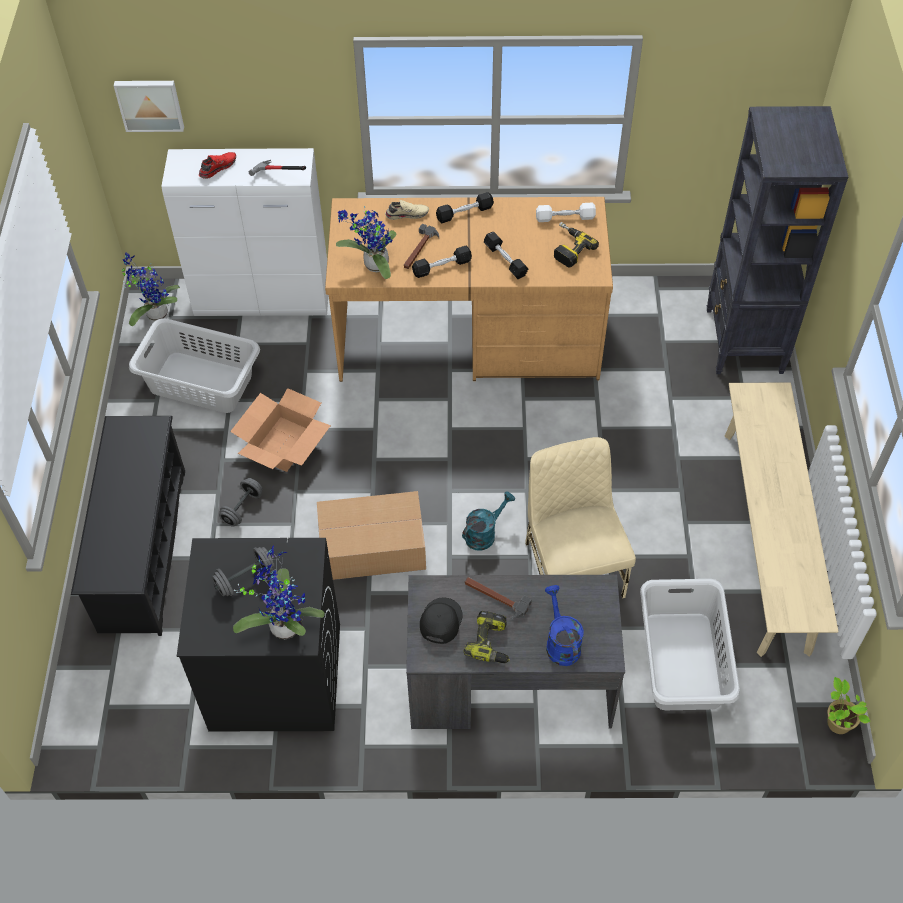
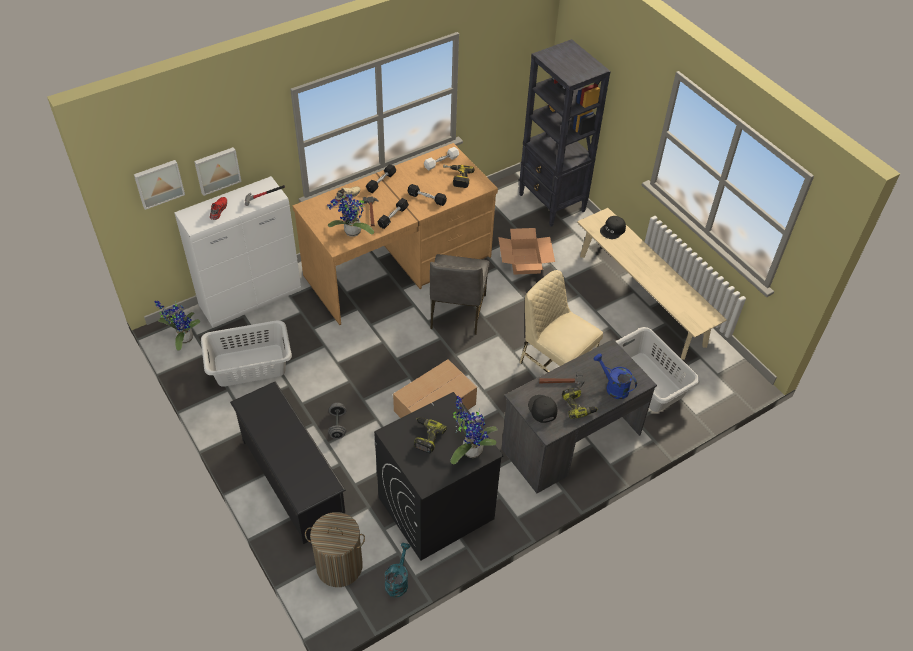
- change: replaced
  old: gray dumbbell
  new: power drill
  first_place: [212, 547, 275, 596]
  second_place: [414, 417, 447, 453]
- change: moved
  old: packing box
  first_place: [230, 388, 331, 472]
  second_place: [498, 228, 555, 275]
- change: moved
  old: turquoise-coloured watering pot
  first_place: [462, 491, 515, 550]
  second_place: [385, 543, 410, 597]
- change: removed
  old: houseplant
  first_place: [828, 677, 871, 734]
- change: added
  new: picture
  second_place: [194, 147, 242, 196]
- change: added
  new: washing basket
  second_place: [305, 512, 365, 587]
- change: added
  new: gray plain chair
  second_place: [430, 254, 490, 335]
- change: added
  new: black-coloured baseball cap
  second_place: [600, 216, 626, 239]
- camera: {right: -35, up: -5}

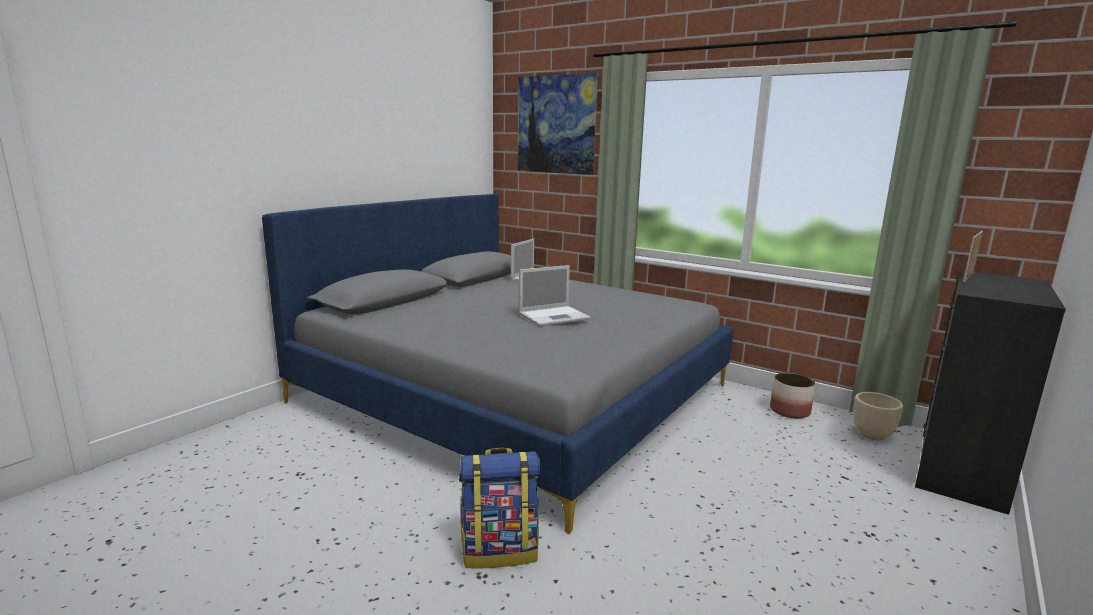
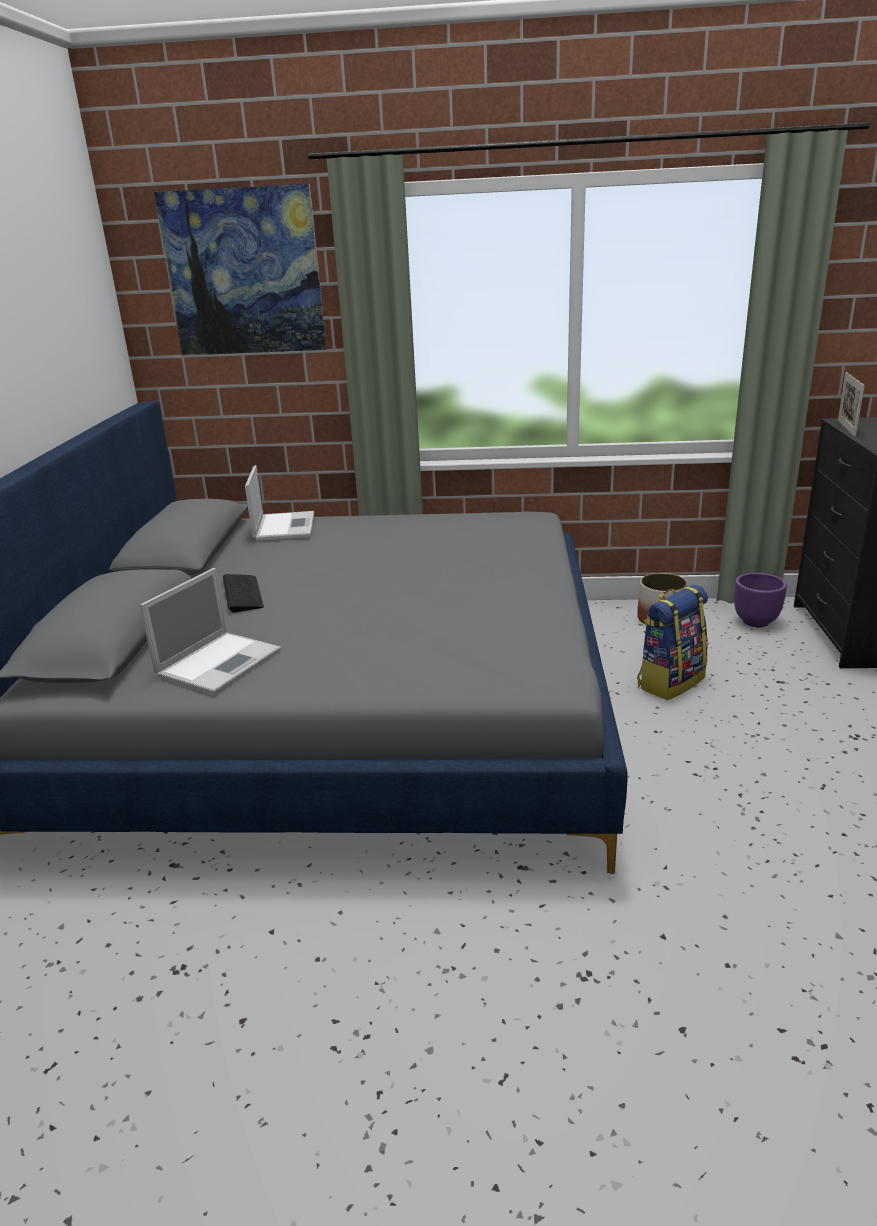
- change: moved
  old: backpack
  first_place: [459, 448, 540, 569]
  second_place: [637, 585, 708, 700]
- change: moved
  old: laptop
  first_place: [519, 265, 591, 326]
  second_place: [140, 568, 281, 695]
- change: recoloured
  old: beige planter
  new: purple-coloured planter
  first_place: [853, 392, 903, 441]
  second_place: [734, 573, 787, 627]
- change: added
  new: computer keyboard
  second_place: [223, 574, 264, 613]
- camera: {right: -30, up: 10}

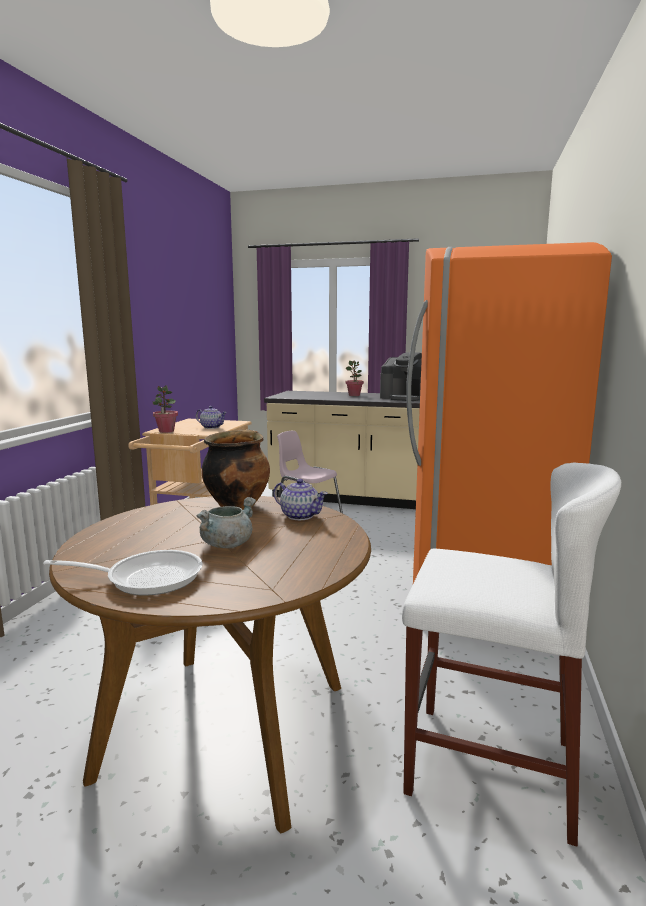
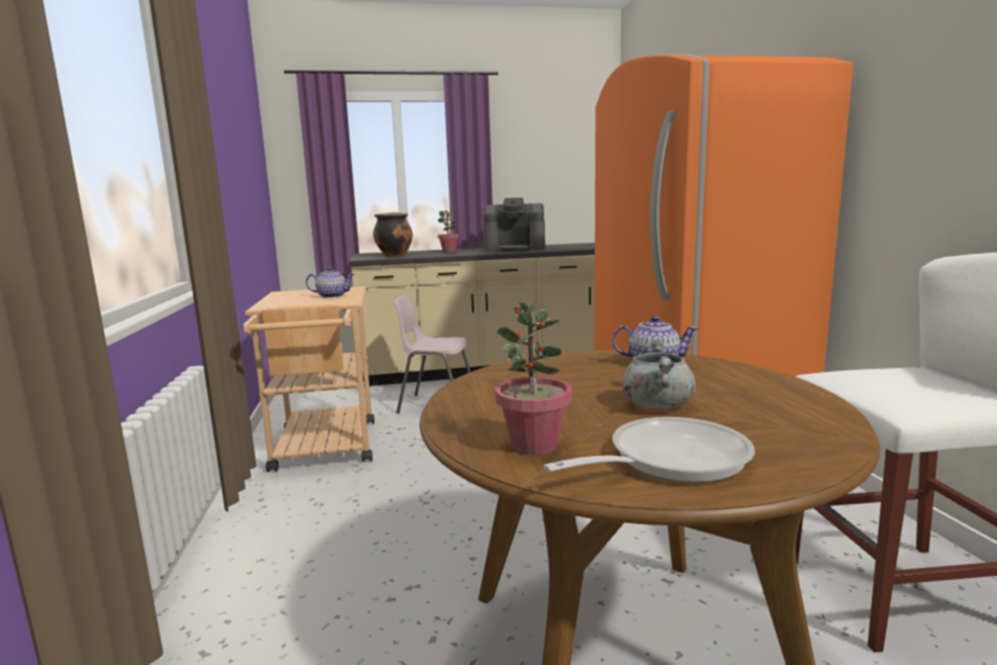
- change: moved
  old: houseplant
  first_place: [153, 385, 178, 433]
  second_place: [495, 302, 572, 455]
- change: moved
  old: saucepot
  first_place: [201, 429, 270, 510]
  second_place: [373, 212, 413, 257]
- camera: {right: -25, up: 0}

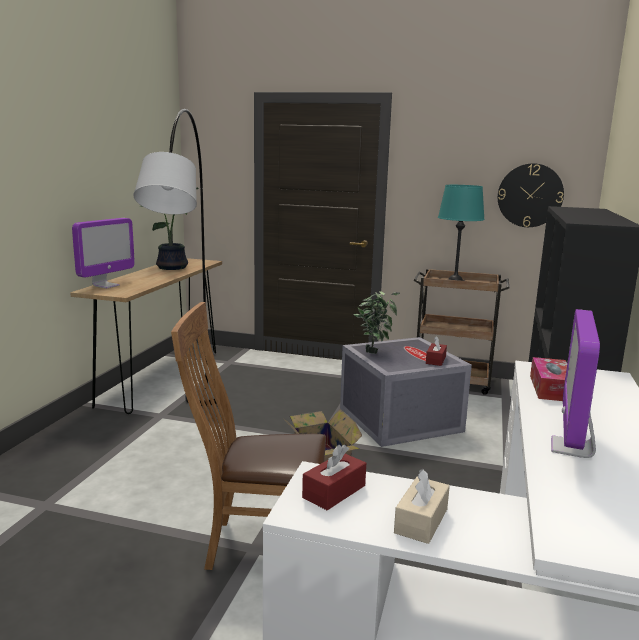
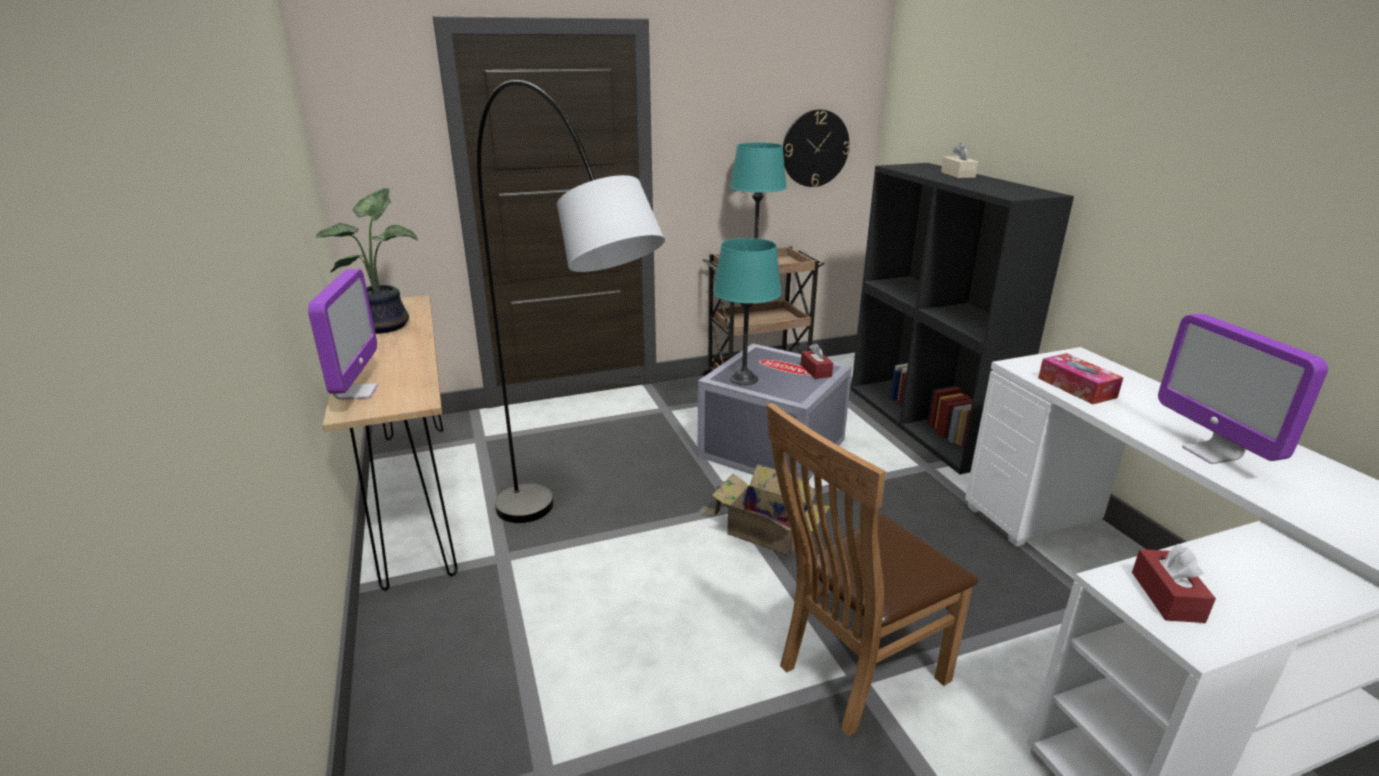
- change: replaced
  old: houseplant
  new: turquoise-coloured tabletop lamp
  first_place: [354, 291, 400, 354]
  second_place: [713, 238, 782, 385]
- change: moved
  old: beige tissue box
  first_place: [394, 469, 450, 544]
  second_place: [941, 143, 978, 178]
- camera: {right: -35, up: 10}

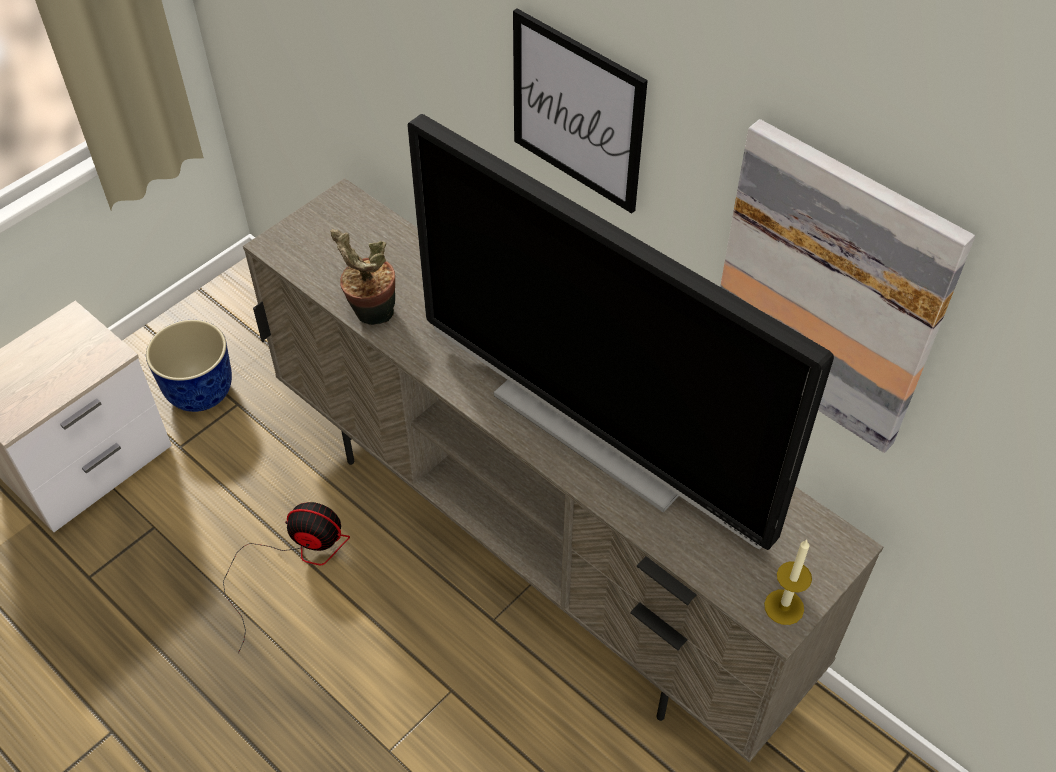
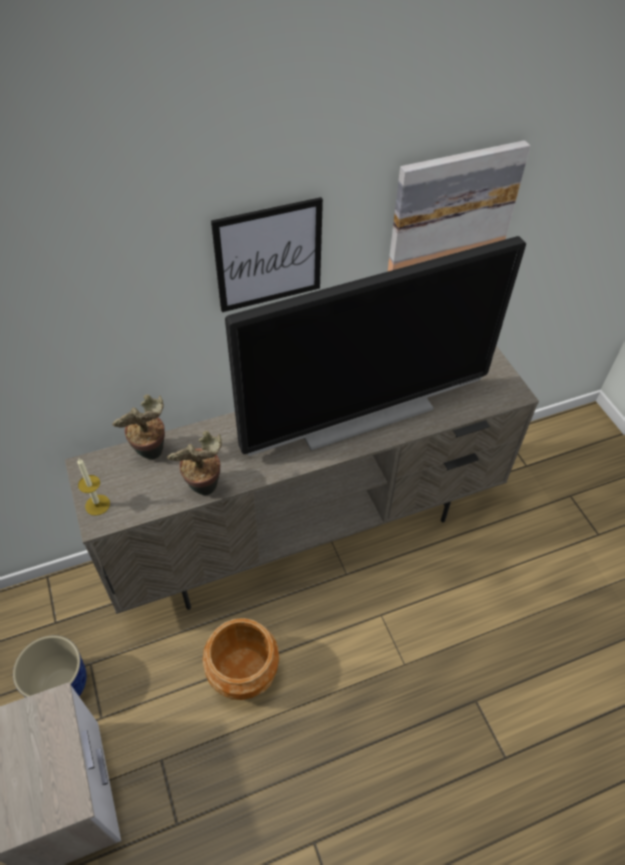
- change: replaced
  old: fan
  new: brownish planter
  first_place: [223, 502, 350, 654]
  second_place: [203, 618, 279, 700]
- change: moved
  old: wax light
  first_place: [764, 540, 812, 625]
  second_place: [77, 458, 110, 516]
- change: added
  new: houseplant
  second_place: [112, 394, 165, 459]
- camera: {right: -65, up: 0}

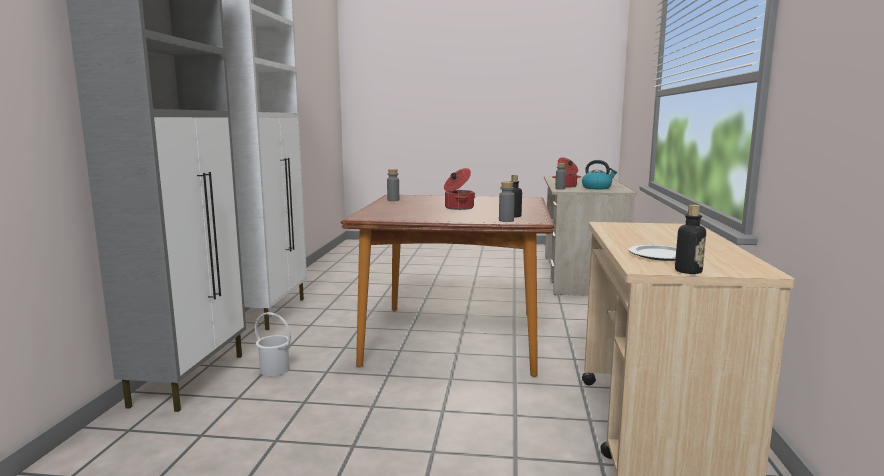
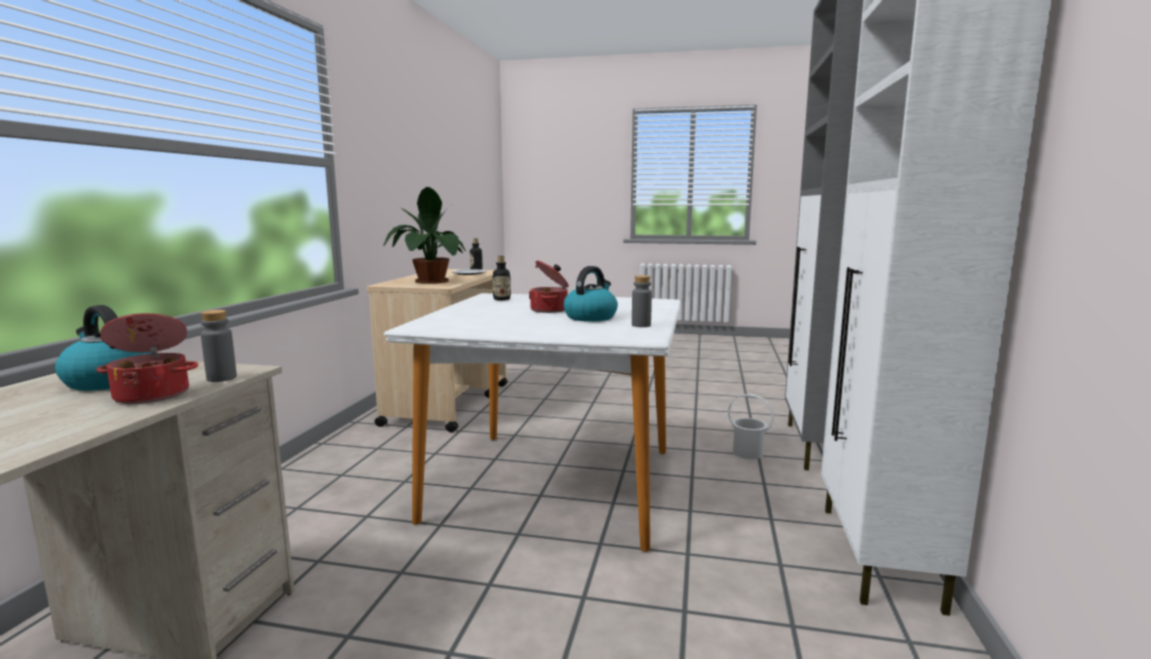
- change: recoloured
  old: brownish dining table
  new: white dining table
  first_place: [340, 195, 554, 377]
  second_place: [384, 293, 681, 552]
- change: removed
  old: gray drink bottle
  first_place: [499, 182, 515, 222]
- change: added
  new: houseplant
  second_place: [383, 187, 466, 284]
- change: added
  new: water kettle
  second_place: [563, 266, 618, 322]
- camera: {right: -175, up: 0}

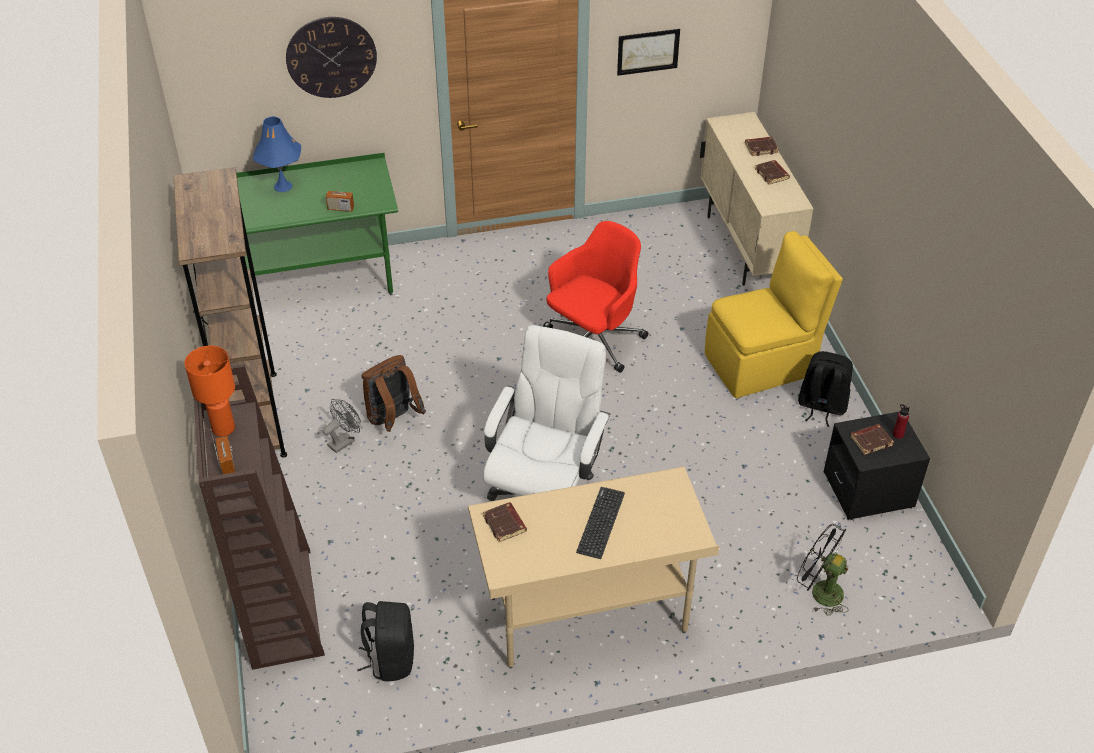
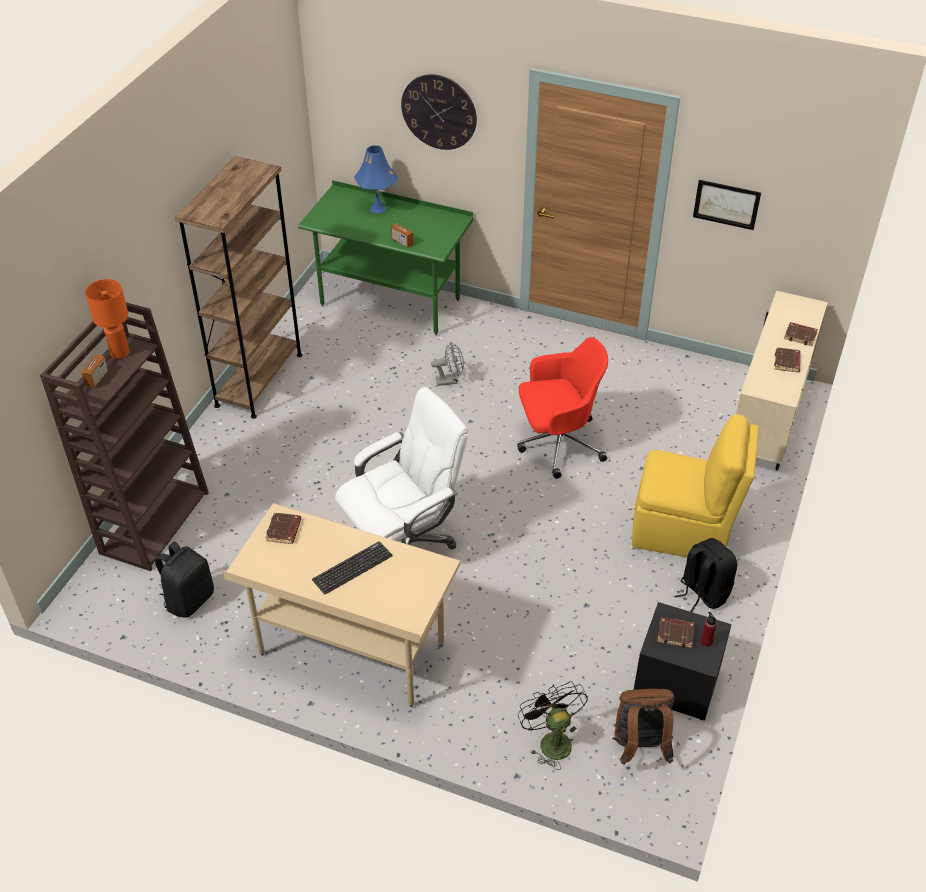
- change: moved
  old: gray fan
  first_place: [323, 399, 361, 453]
  second_place: [431, 342, 464, 386]
- change: moved
  old: brownish backpack
  first_place: [361, 355, 426, 432]
  second_place: [612, 689, 674, 765]
- camera: {right: 35, up: 0}

